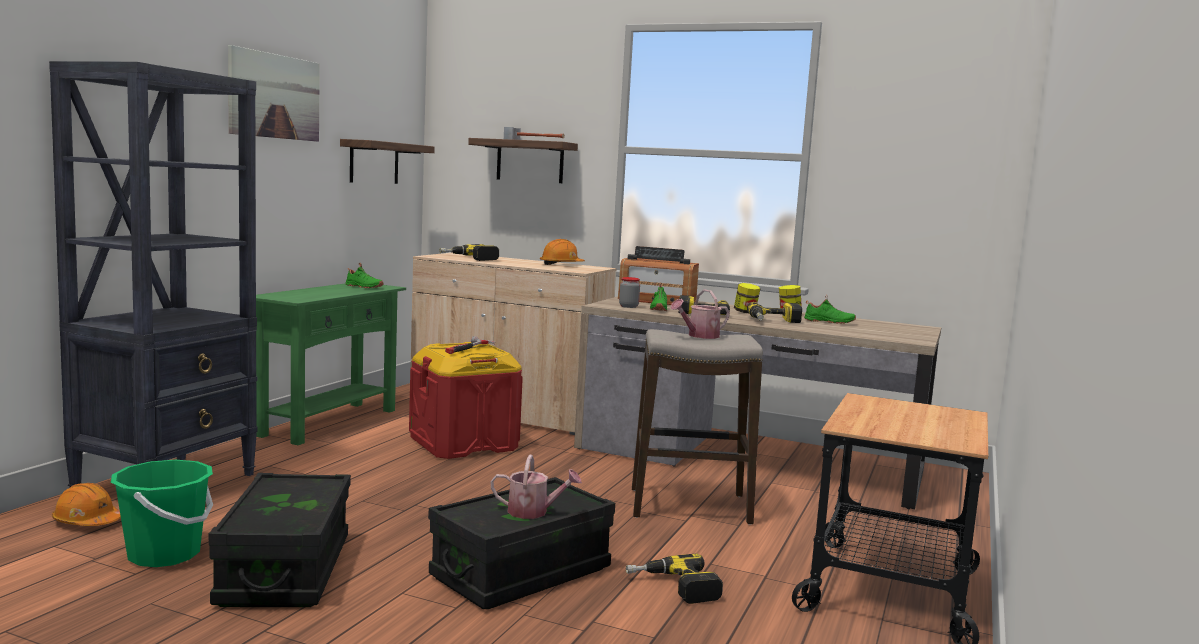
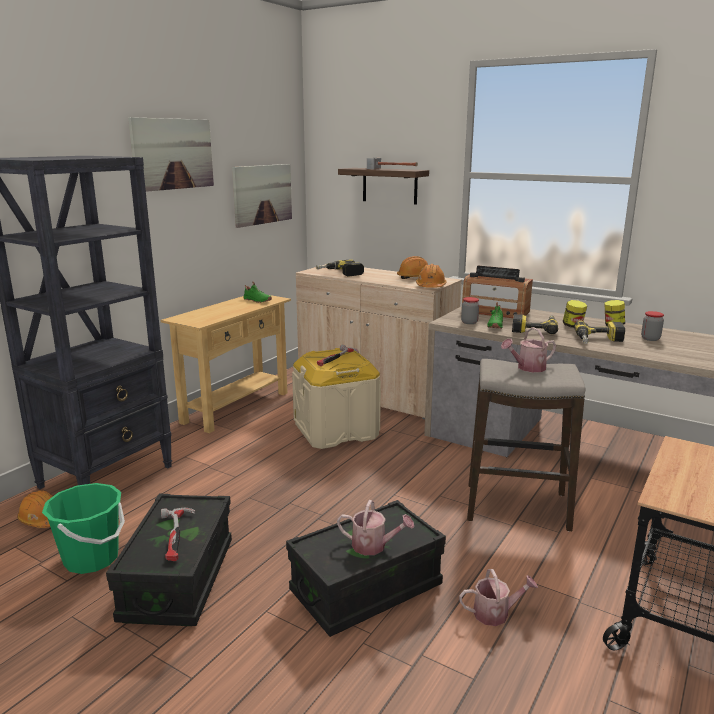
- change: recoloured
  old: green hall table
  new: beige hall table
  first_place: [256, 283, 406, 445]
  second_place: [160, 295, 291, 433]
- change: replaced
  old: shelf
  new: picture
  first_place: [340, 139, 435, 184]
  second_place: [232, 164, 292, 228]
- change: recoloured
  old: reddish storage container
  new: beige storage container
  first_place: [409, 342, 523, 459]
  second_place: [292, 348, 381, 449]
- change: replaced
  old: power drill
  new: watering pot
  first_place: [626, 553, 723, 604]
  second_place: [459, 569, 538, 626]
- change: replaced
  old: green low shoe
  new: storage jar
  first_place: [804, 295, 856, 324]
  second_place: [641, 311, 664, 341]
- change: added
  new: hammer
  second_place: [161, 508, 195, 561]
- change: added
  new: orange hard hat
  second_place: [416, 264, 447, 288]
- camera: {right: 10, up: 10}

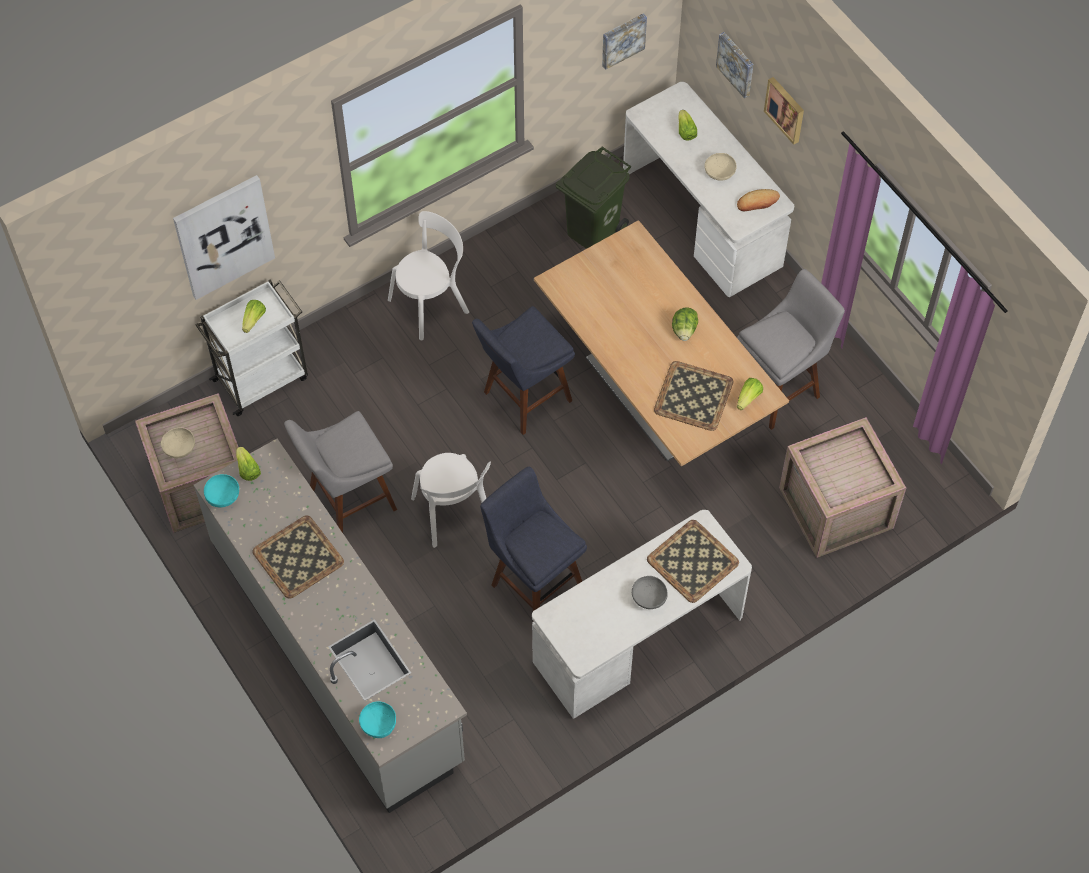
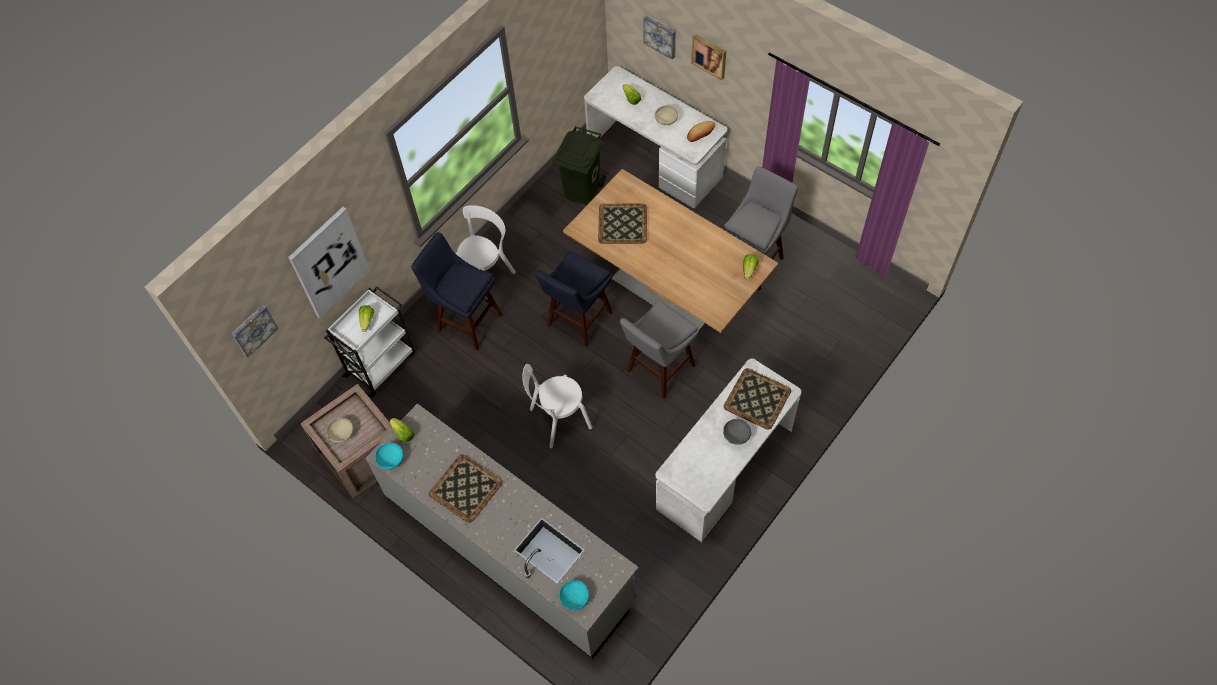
- change: moved
  old: gray stool
  first_place: [284, 411, 397, 533]
  second_place: [620, 300, 699, 399]
- change: turned
  old: white plain chair
  first_place: [411, 453, 491, 548]
  second_place: [522, 364, 593, 448]
  degrees: 105
- change: moved
  old: blue stool
  first_place: [480, 467, 587, 622]
  second_place: [411, 232, 503, 351]
- change: moved
  old: picture
  first_place: [602, 13, 647, 70]
  second_place: [231, 304, 278, 358]
- change: moved
  old: carrying tray
  first_place: [654, 361, 734, 431]
  second_place: [598, 204, 647, 244]
- change: removed
  old: head of lettuce
  first_place: [672, 307, 698, 341]
- change: removed
  old: shipping crate
  first_place: [779, 417, 906, 558]
- camera: {right: -15, up: 0}

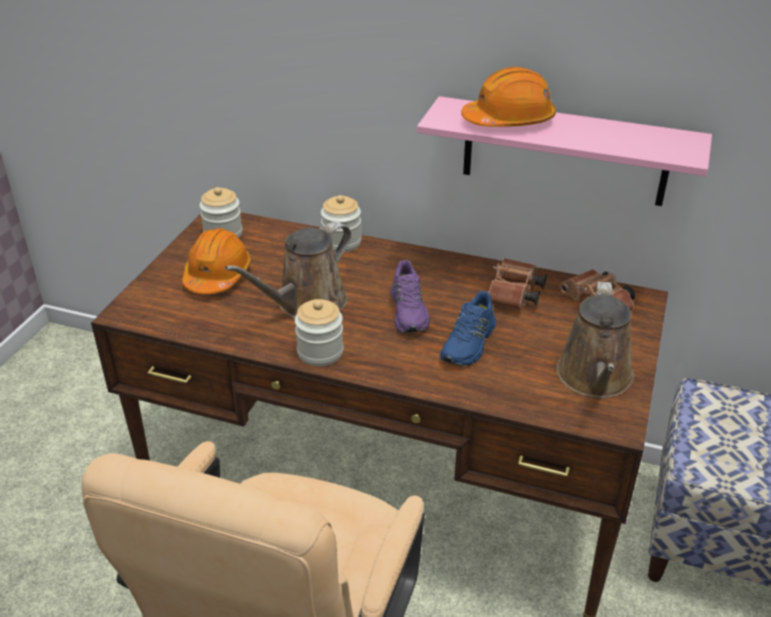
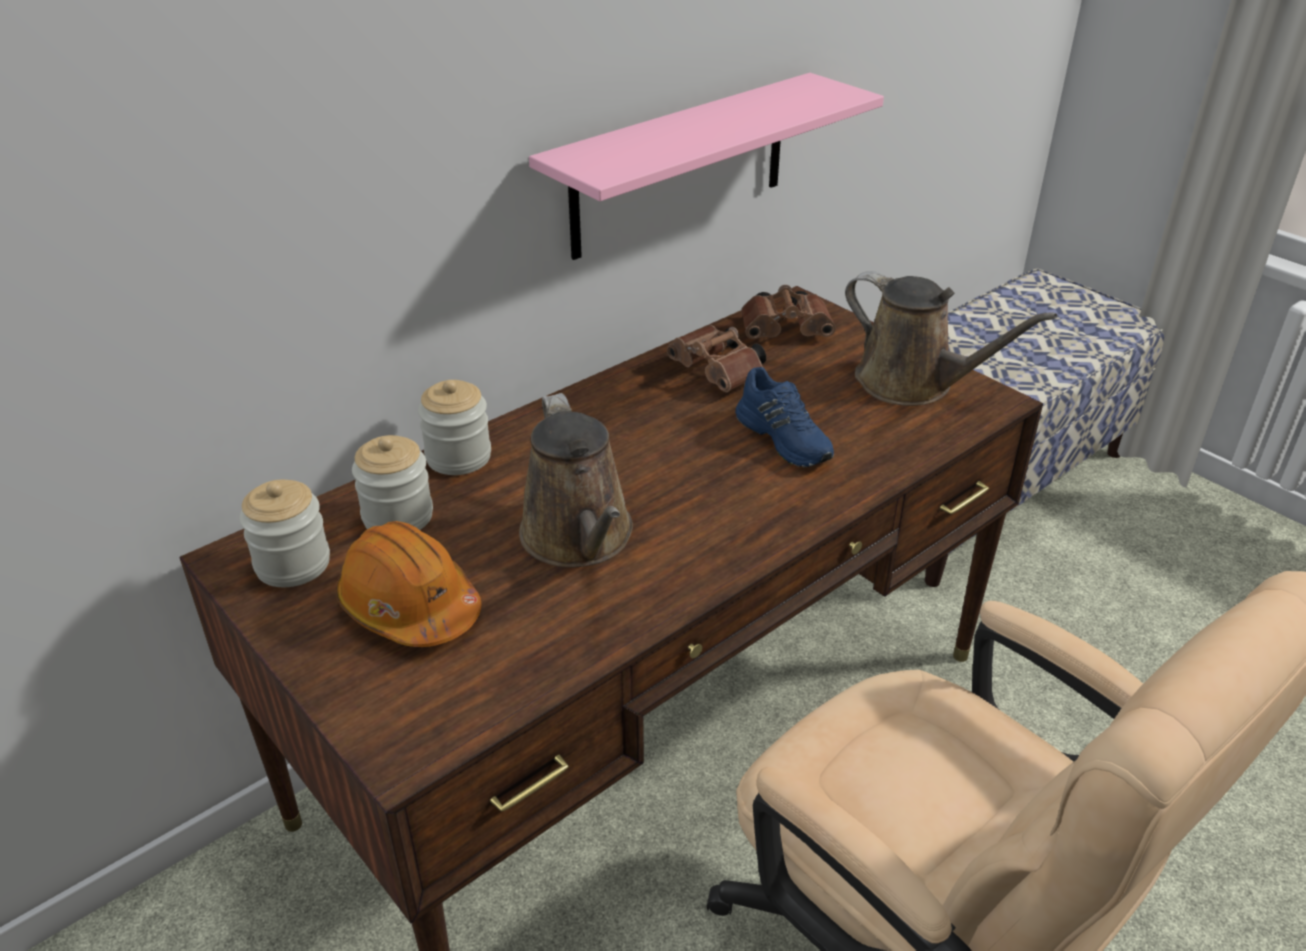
- change: moved
  old: storage jar
  first_place: [295, 299, 344, 366]
  second_place: [352, 435, 433, 530]
- change: removed
  old: purple-coloured low shoe
  first_place: [391, 260, 430, 332]
- change: removed
  old: orange hard hat
  first_place: [461, 67, 556, 127]
- camera: {right: -60, up: 0}

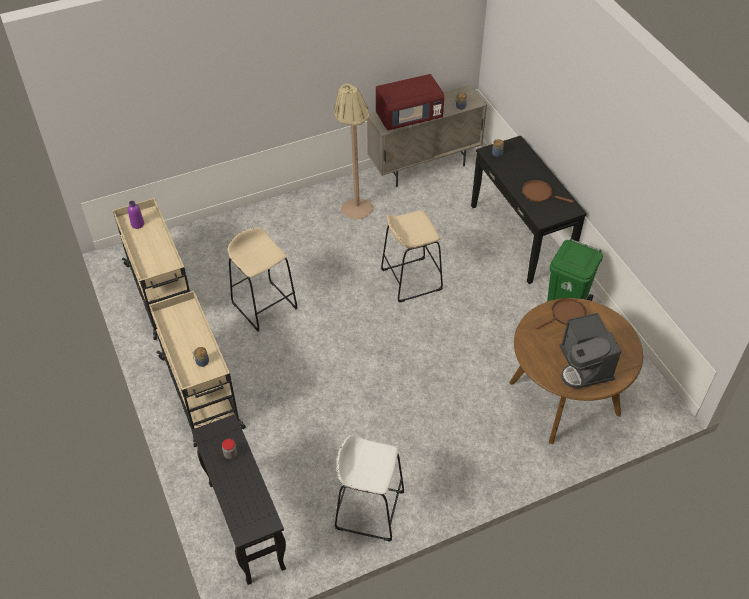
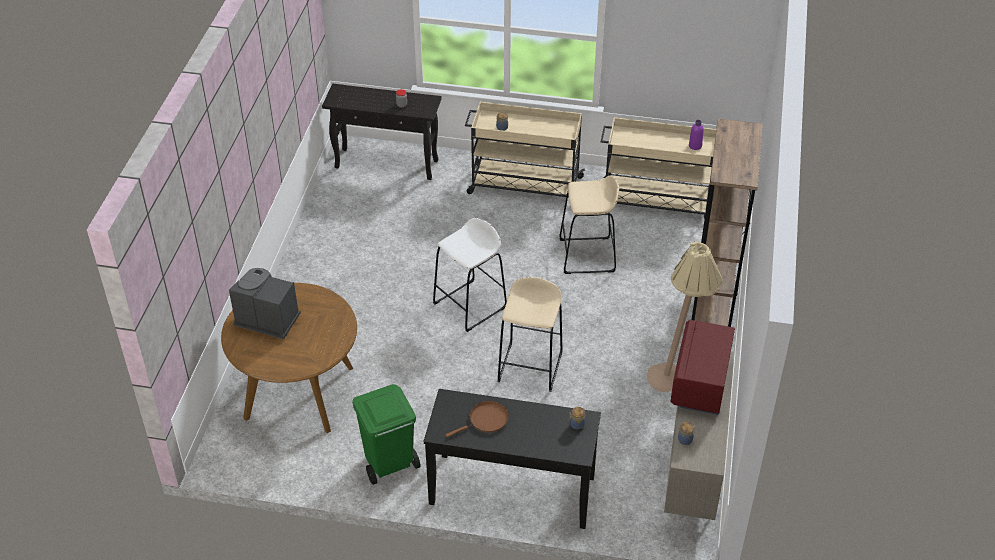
- change: moved
  old: white stool
  first_place: [335, 434, 404, 542]
  second_place: [433, 218, 507, 332]
- change: removed
  old: brownish skillet
  first_place: [534, 298, 586, 330]
- change: added
  new: brownish bookcase
  second_place: [691, 119, 763, 327]
- camera: {right: 125, up: -5}

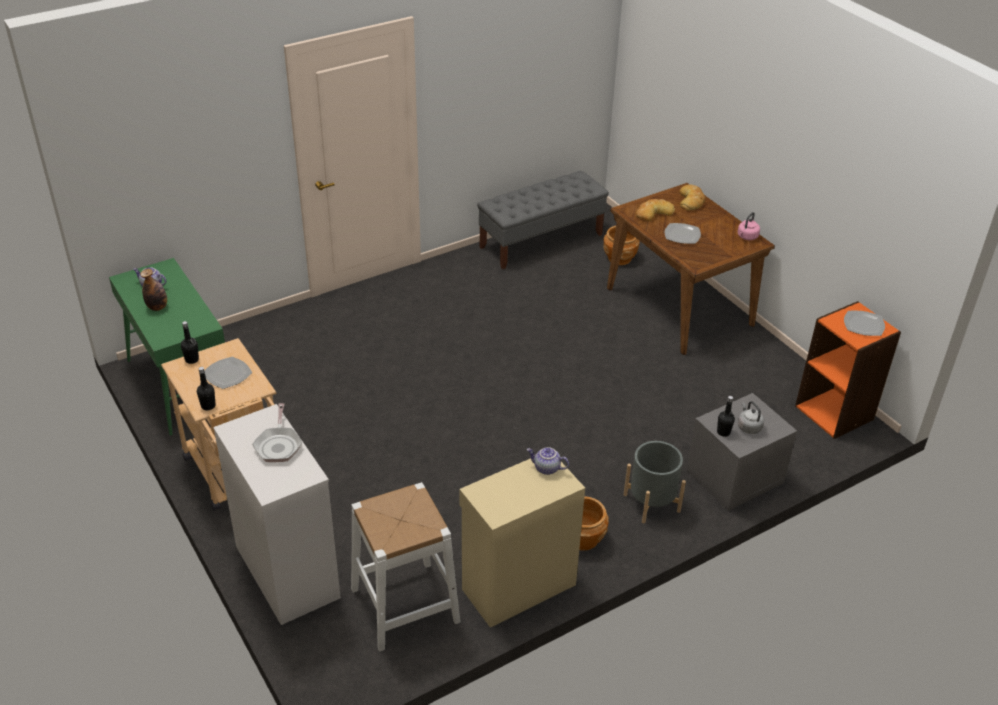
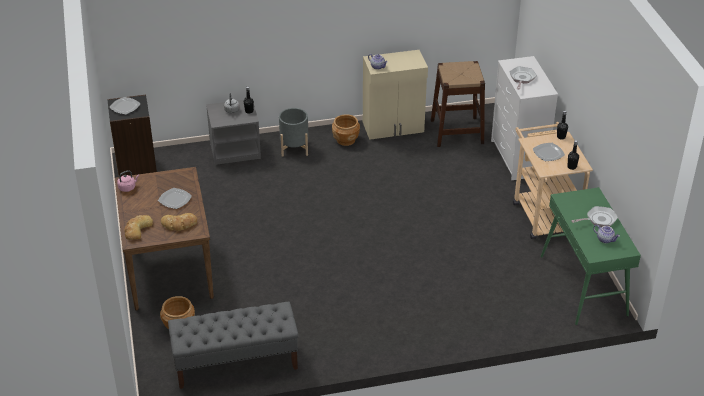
- change: replaced
  old: drink bottle
  new: skillet
  first_place: [140, 269, 167, 311]
  second_place: [571, 206, 618, 227]
- change: recoloured
  old: white stool
  new: brownish stool
  first_place: [351, 482, 461, 651]
  second_place: [431, 61, 485, 147]
- change: recoloured
  old: orange bookcase
  new: black-coloured bookcase
  first_place: [795, 301, 901, 439]
  second_place: [107, 95, 157, 176]
- camera: {right: -160, up: 0}

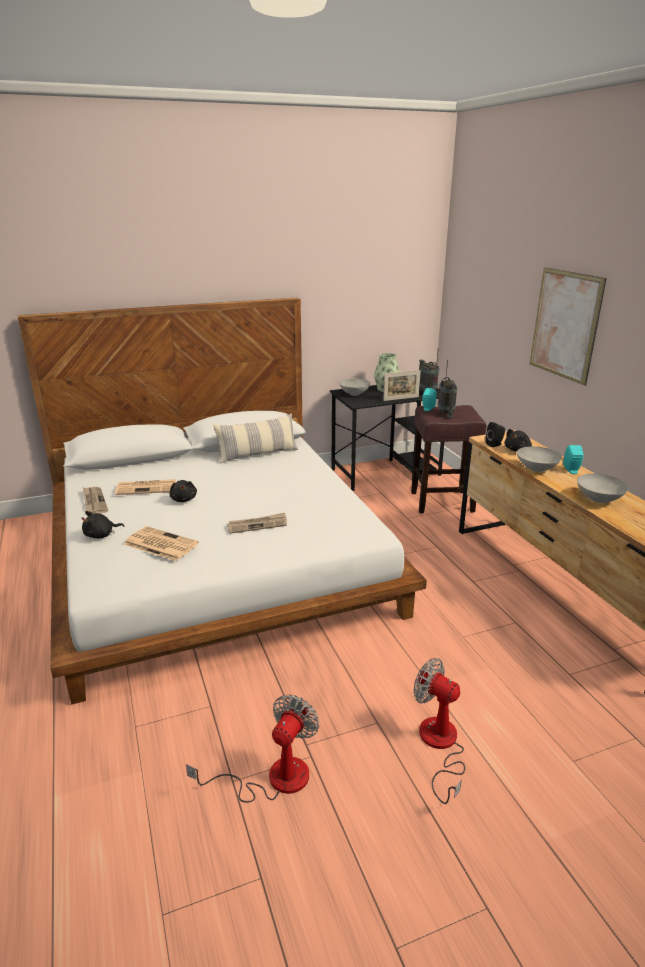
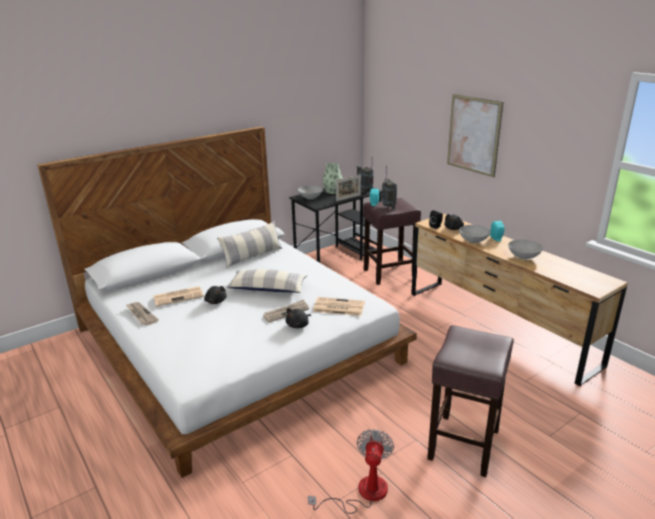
- change: moved
  old: black-coloured cuddly toy
  first_place: [81, 511, 125, 538]
  second_place: [286, 308, 311, 328]
- change: moved
  old: printed paper
  first_place: [124, 526, 199, 561]
  second_place: [313, 297, 365, 316]
- change: replaced
  old: fan
  new: brownish stool
  first_place: [414, 658, 465, 804]
  second_place: [427, 325, 514, 477]
- change: added
  new: pillow
  second_place: [226, 269, 307, 293]
- camera: {right: -15, up: 0}

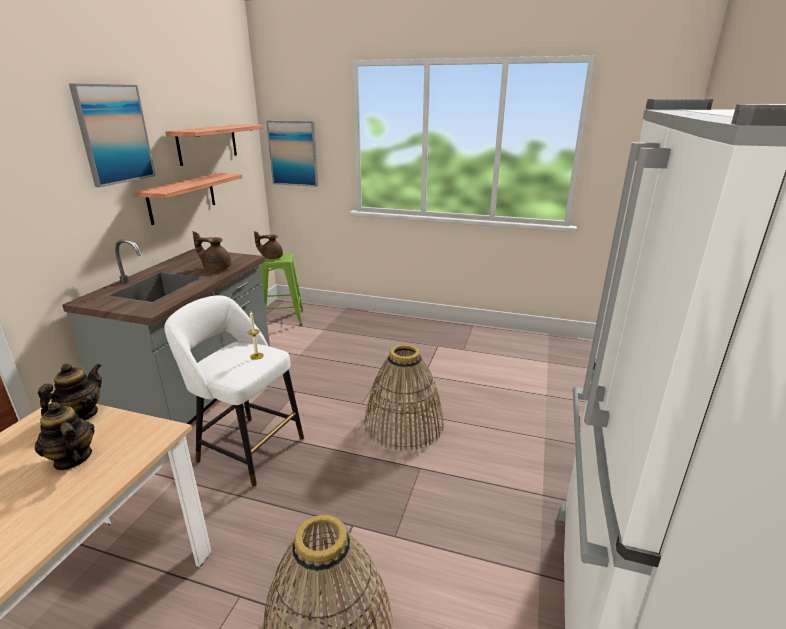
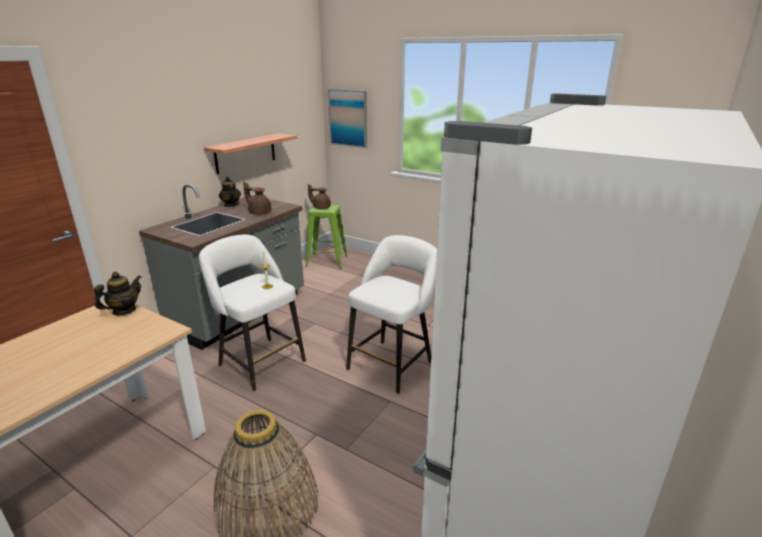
- change: moved
  old: pot for tea
  first_place: [35, 402, 95, 470]
  second_place: [219, 177, 241, 207]
- change: removed
  old: picture
  first_place: [69, 84, 156, 187]
- change: removed
  old: shelf
  first_place: [165, 124, 263, 166]
- change: replaced
  old: basket
  new: white stool
  first_place: [365, 344, 444, 451]
  second_place: [346, 235, 437, 394]
- camera: {right: 15, up: 0}

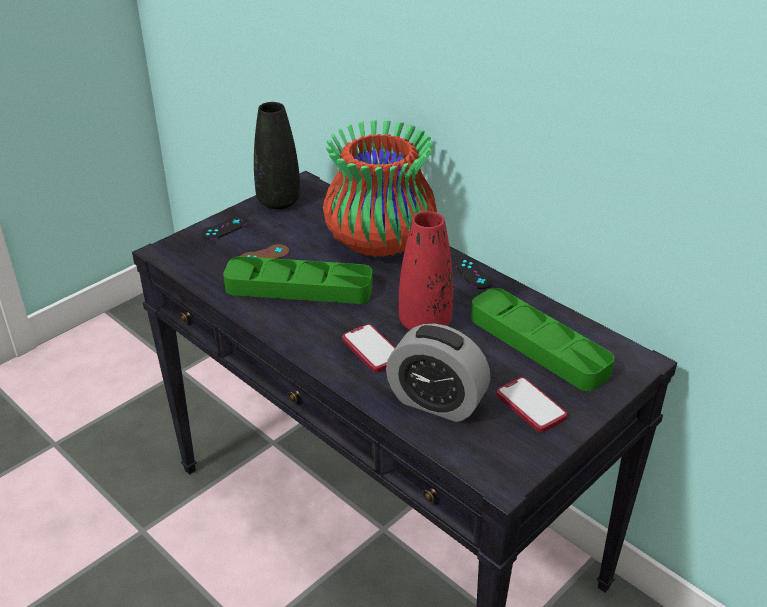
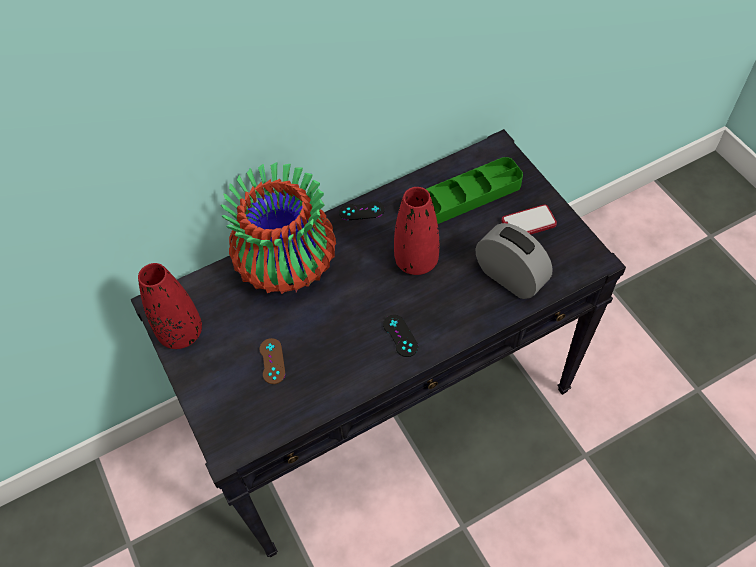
- change: moved
  old: black-coloured game controller
  first_place: [201, 216, 247, 240]
  second_place: [383, 315, 418, 357]
- change: removed
  old: green carrying tray
  first_place: [223, 256, 373, 304]
- change: recoloured
  old: black-coloured flower vase
  new: reddish flower vase
  first_place: [254, 102, 300, 209]
  second_place: [138, 263, 202, 349]
- change: removed
  old: phone
  first_place: [342, 324, 395, 373]
- change: turned
  old: alarm clock
  first_place: [386, 324, 490, 422]
  second_place: [476, 223, 553, 299]
  degrees: -90
- camera: {right: -70, up: 20}

